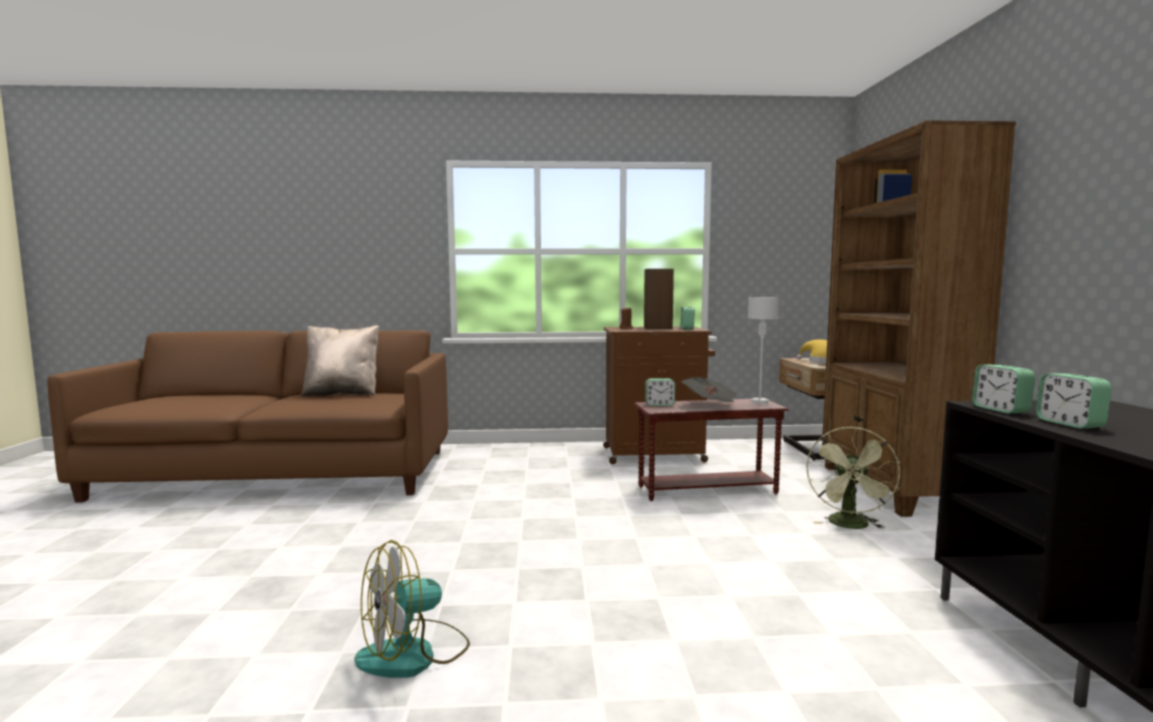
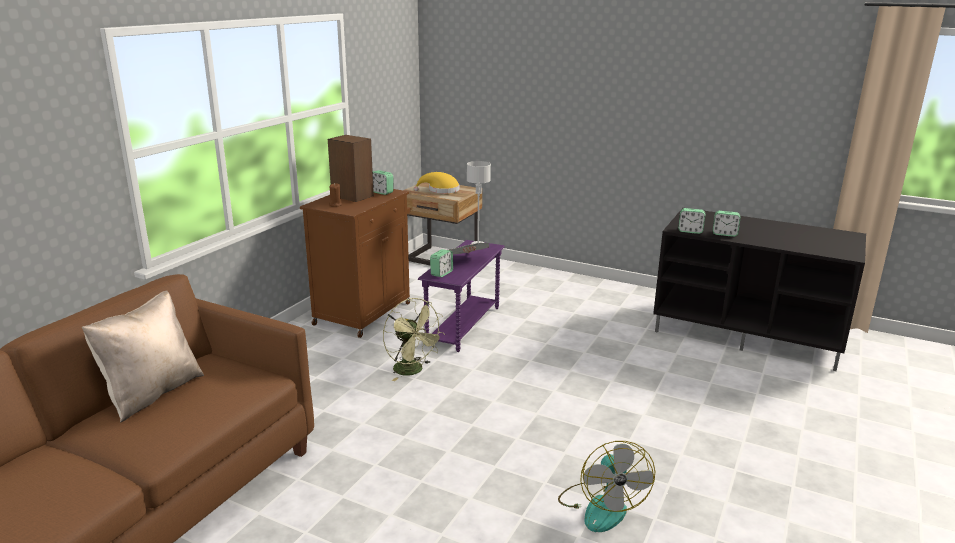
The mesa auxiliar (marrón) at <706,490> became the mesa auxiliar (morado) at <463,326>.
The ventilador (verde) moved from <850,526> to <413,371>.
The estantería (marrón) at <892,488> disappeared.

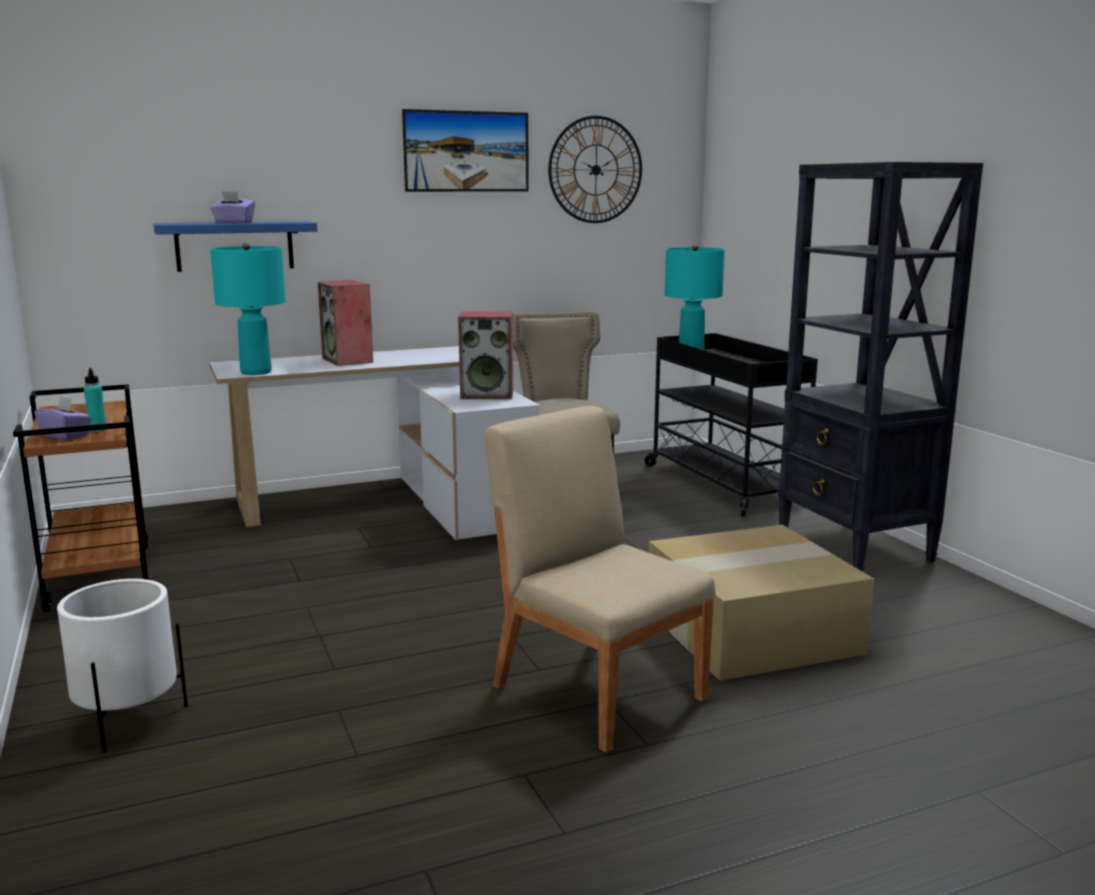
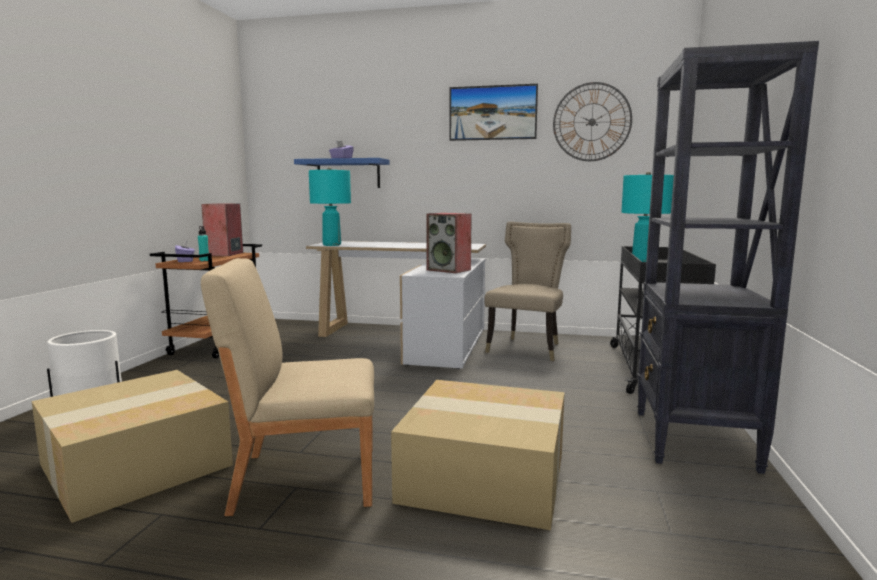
The altavoz moved from <348,360> to <225,254>.
The silla (beis) at <597,690> turned 90 degrees counterclockwise.
The caja de cartón at <134,466> appeared.

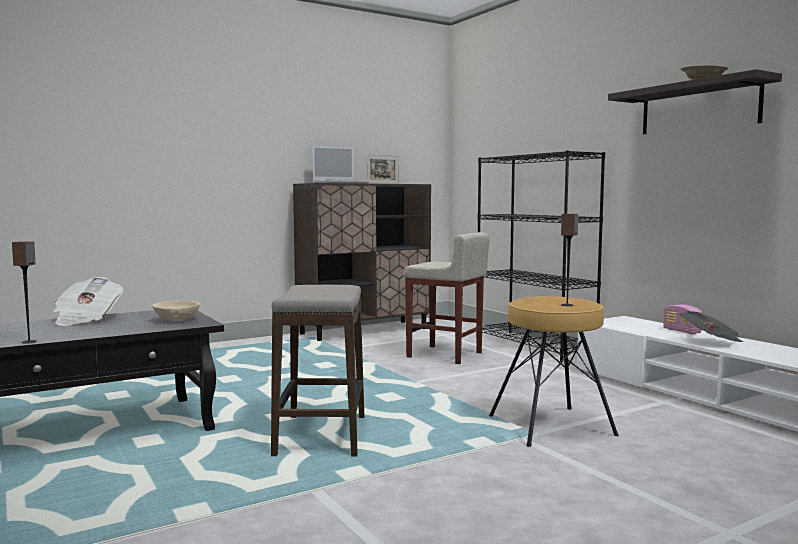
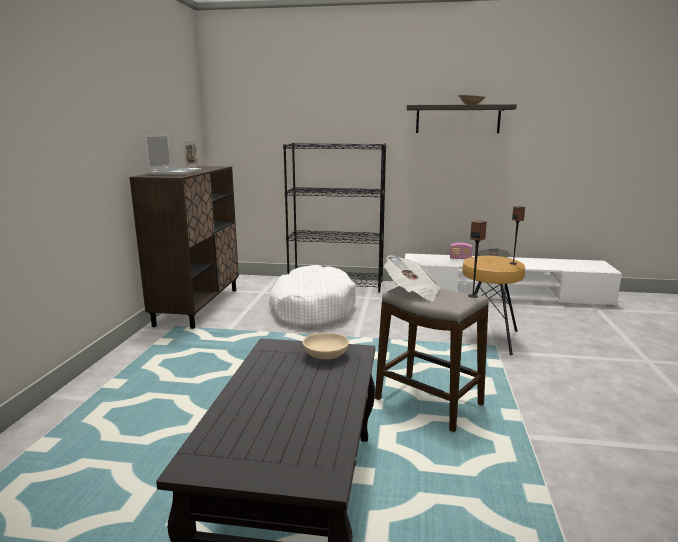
The altavoz moved from <29,342> to <473,296>.
The periódico moved from <86,319> to <412,292>.
The taburete (beis) at <445,355> was replaced by the cama para perro (blanco) at <312,309>.

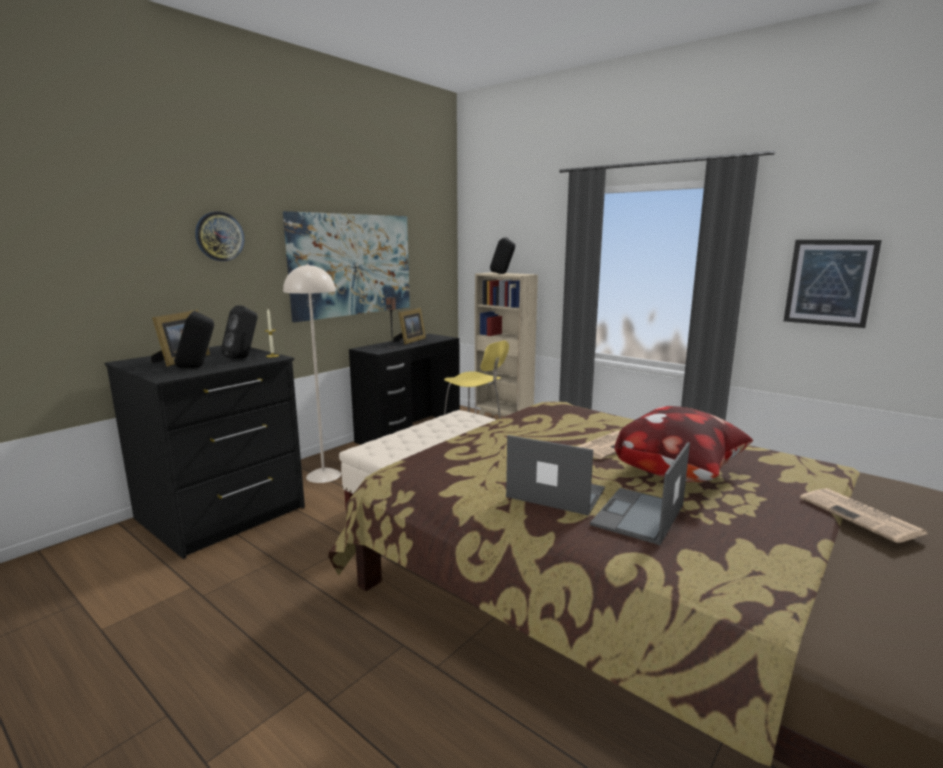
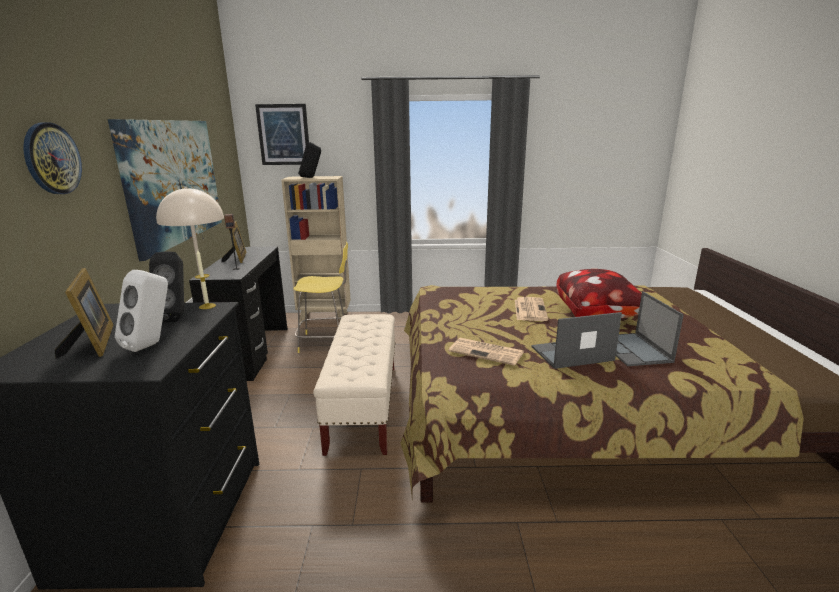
The altavoz (negro) at <197,367> became the altavoz (blanco) at <152,344>.
The cuadro moved from <830,282> to <284,135>.
The periódico moved from <862,516> to <487,352>.

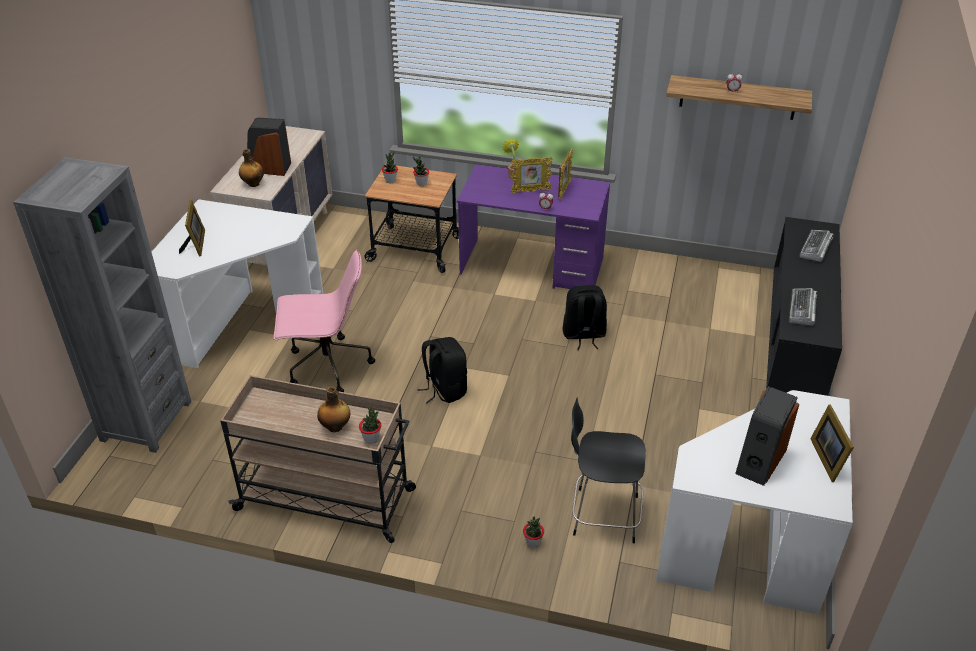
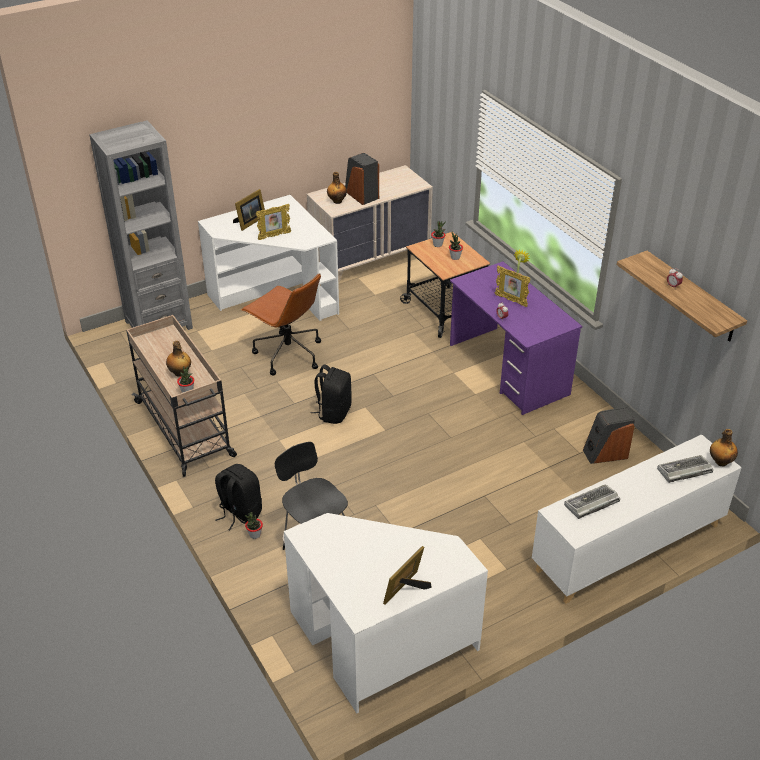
The silla de oficina (rosa) at <327,366> became the silla de oficina (marrón) at <287,354>.
The portarretratos moved from <564,190> to <274,236>.
The mochila (negro) moved from <583,335> to <239,513>.
The altavoz moved from <760,460> to <605,453>.
The armario (negro) at <794,343> became the armario (blanco) at <628,548>.
The botella at <720,462> appeared.

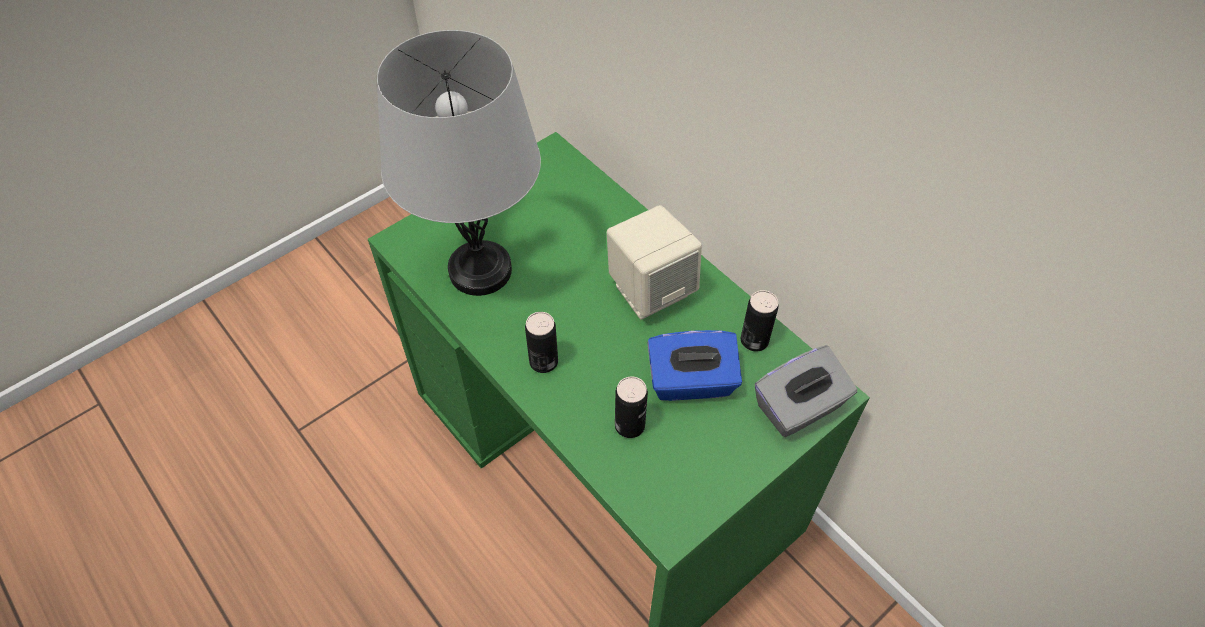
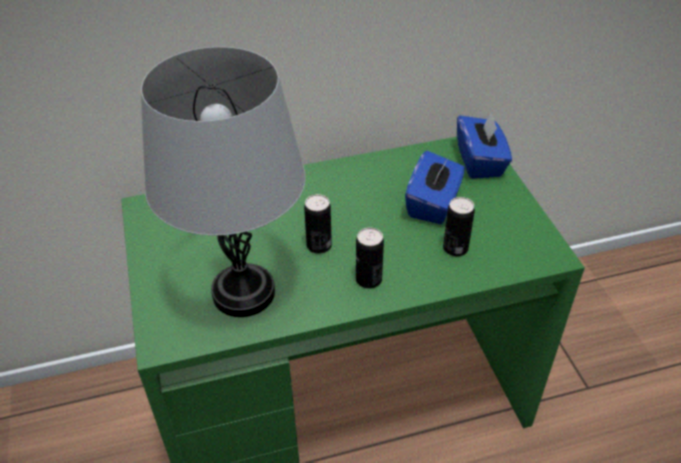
The altavoz (beis) at <651,290> disappeared.
The lata moved from <754,340> to <319,245>.
The caja de pañuelos (gris) at <799,408> became the caja de pañuelos (azul) at <480,162>.

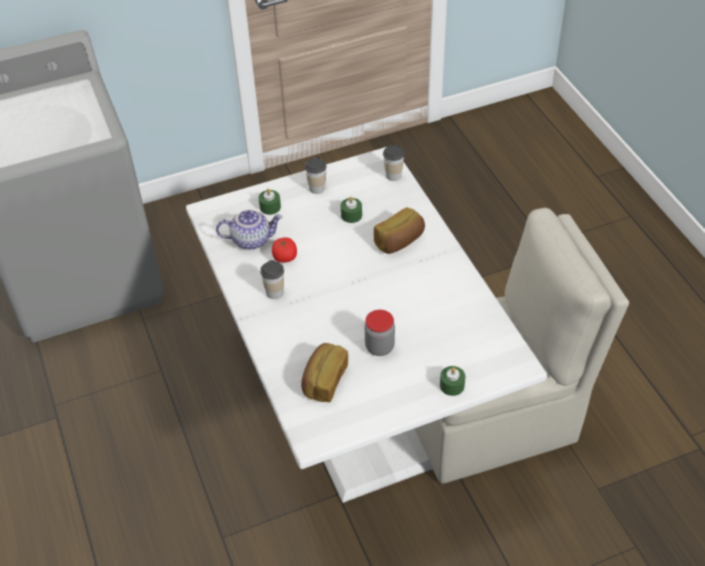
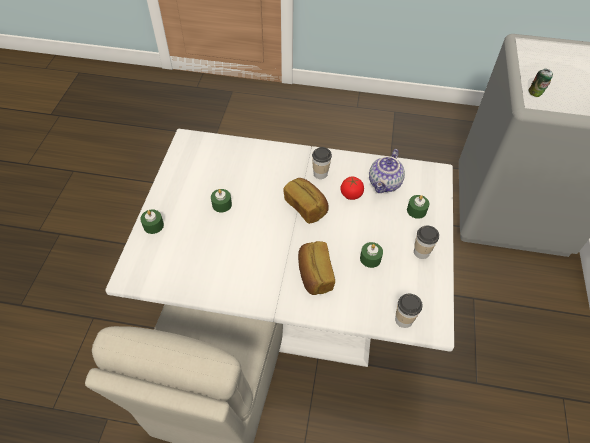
The pan moved from <324,381> to <306,207>.
The tarro at <379,347> was replaced by the vela (verde) at <222,204>.
The lata at <536,93> appeared.

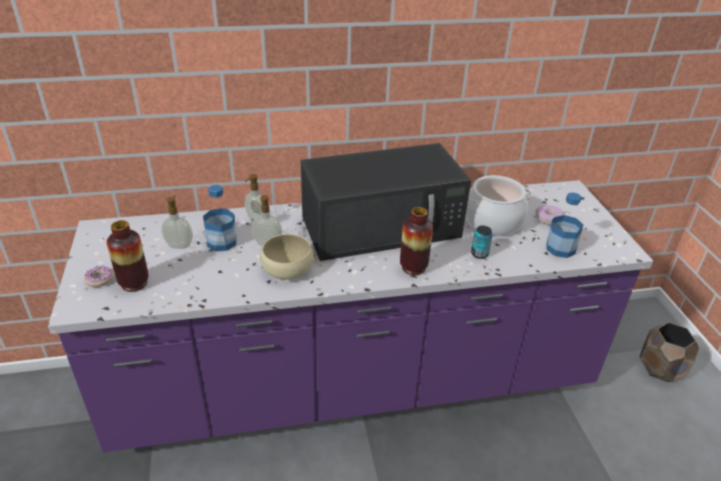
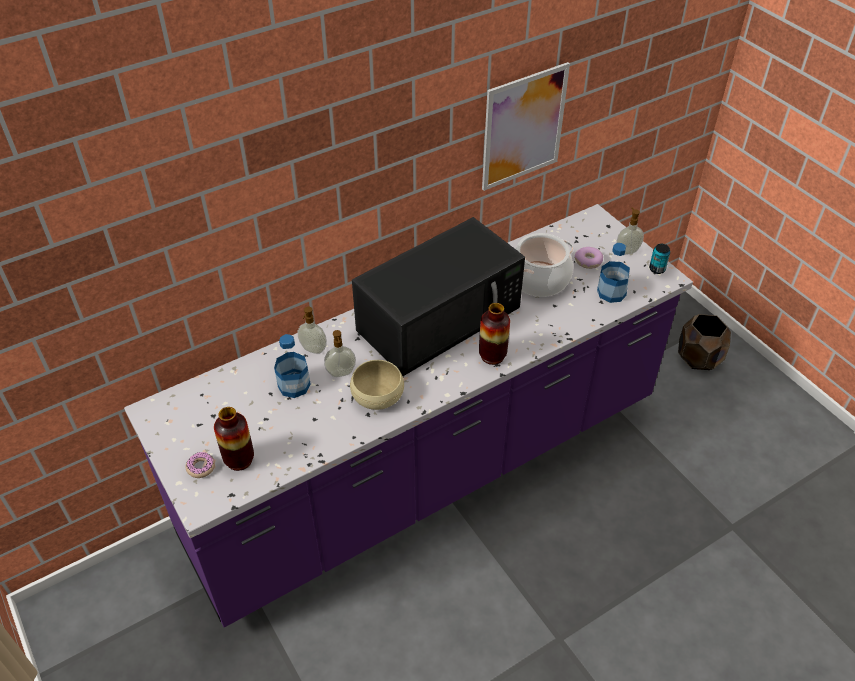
The dispensador de jabón moved from <179,245> to <627,251>.
The lata moved from <479,254> to <657,269>.
The cuadro at <523,127> appeared.

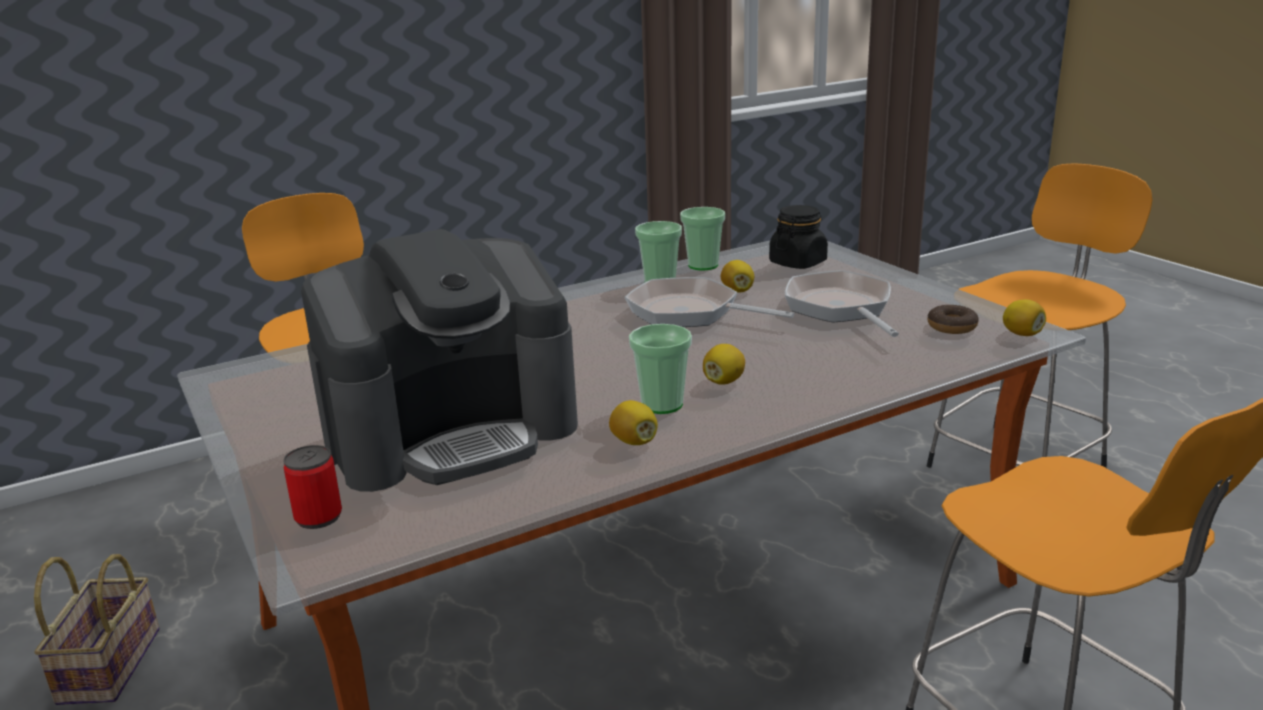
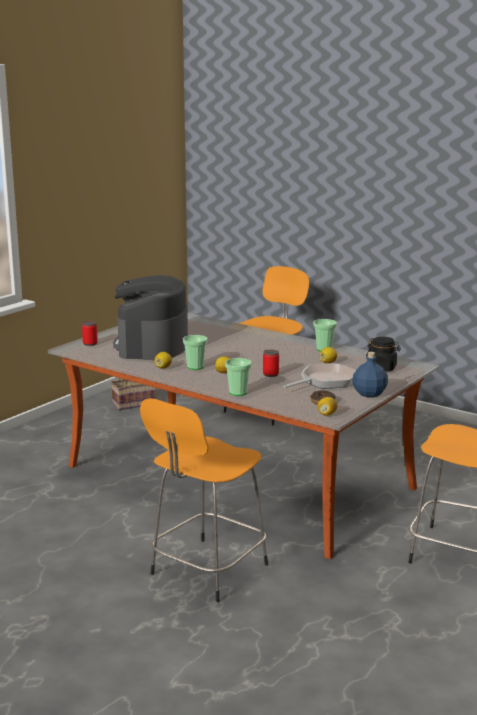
The cafetera at <452,432> turned 60 degrees clockwise.
The sartén at <690,313> disappeared.
The taza moved from <703,265> to <238,392>.
The lata at <270,374> appeared.
The botella (azul) at <370,394> appeared.

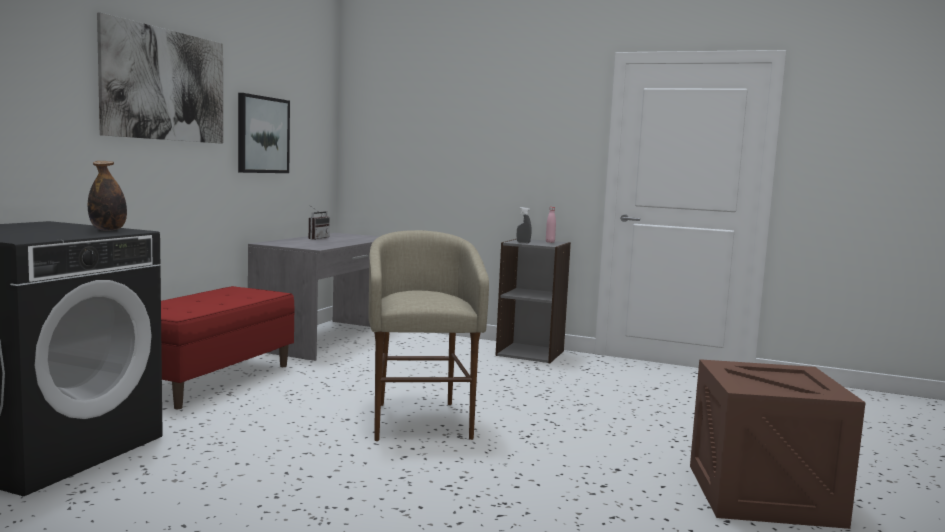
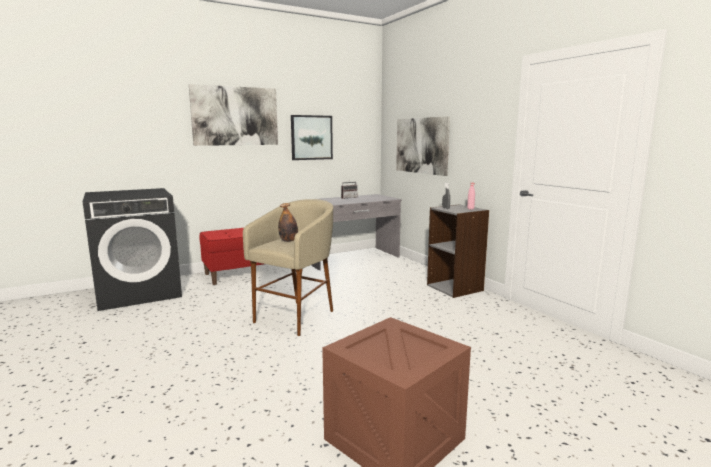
The botella moved from <108,230> to <288,241>.
The cuadro at <421,145> appeared.

